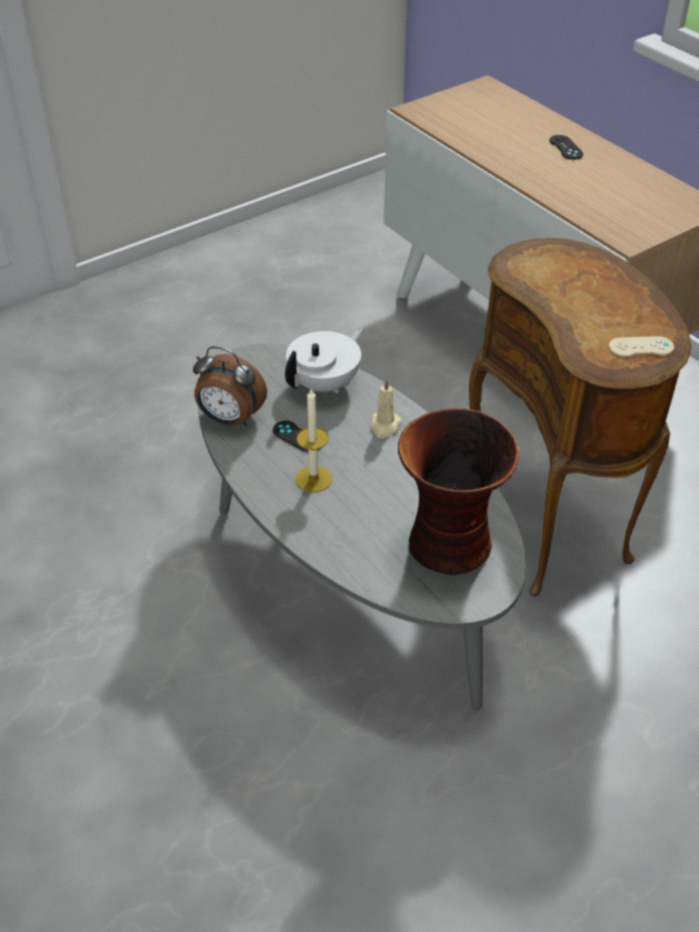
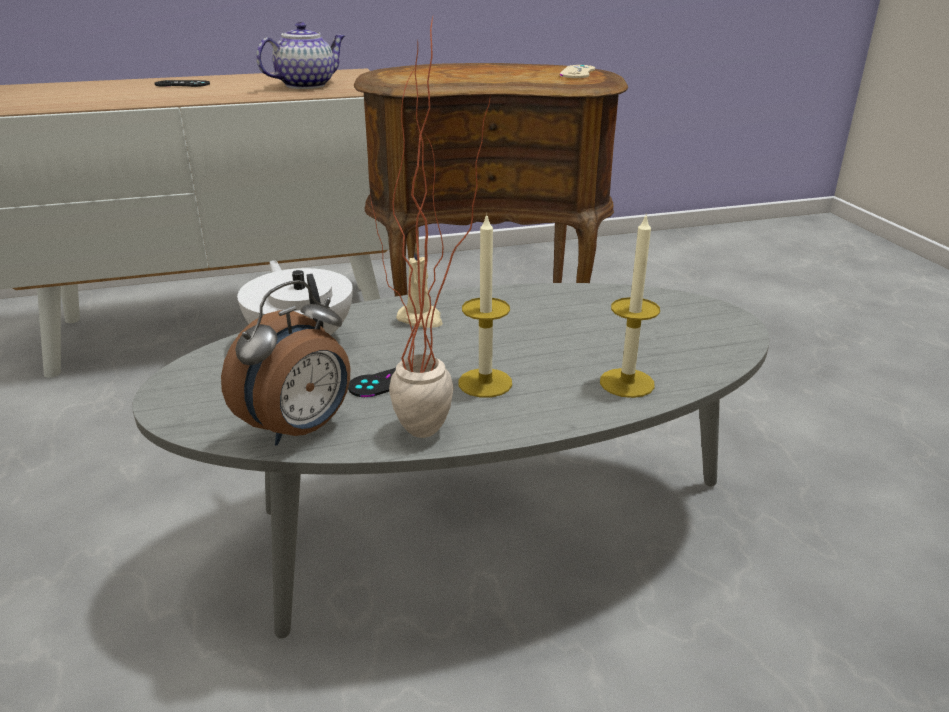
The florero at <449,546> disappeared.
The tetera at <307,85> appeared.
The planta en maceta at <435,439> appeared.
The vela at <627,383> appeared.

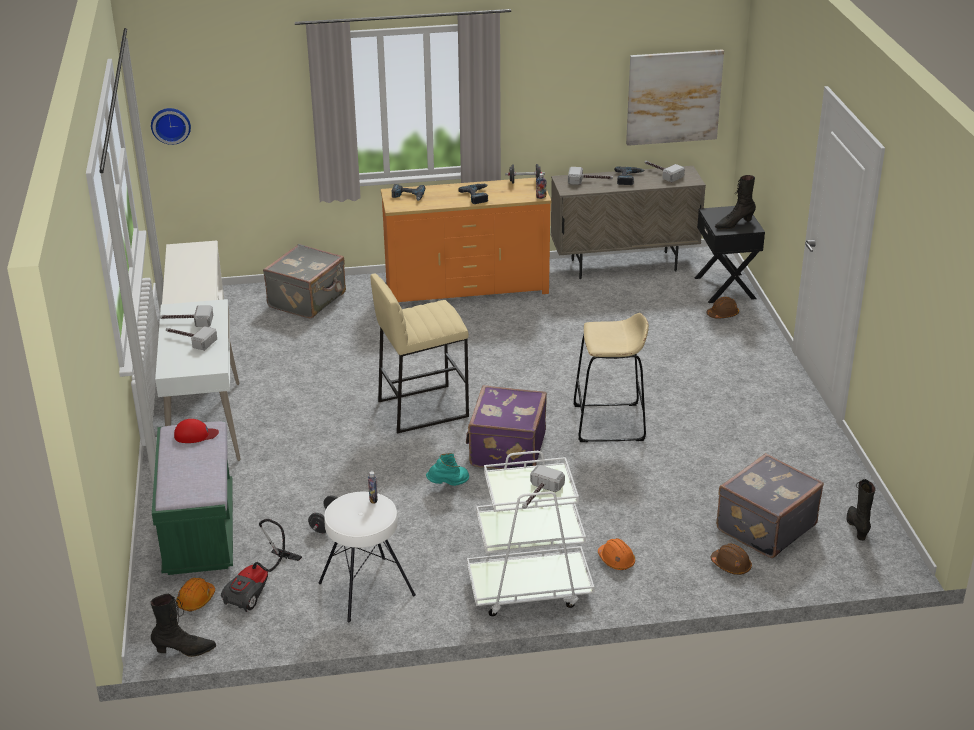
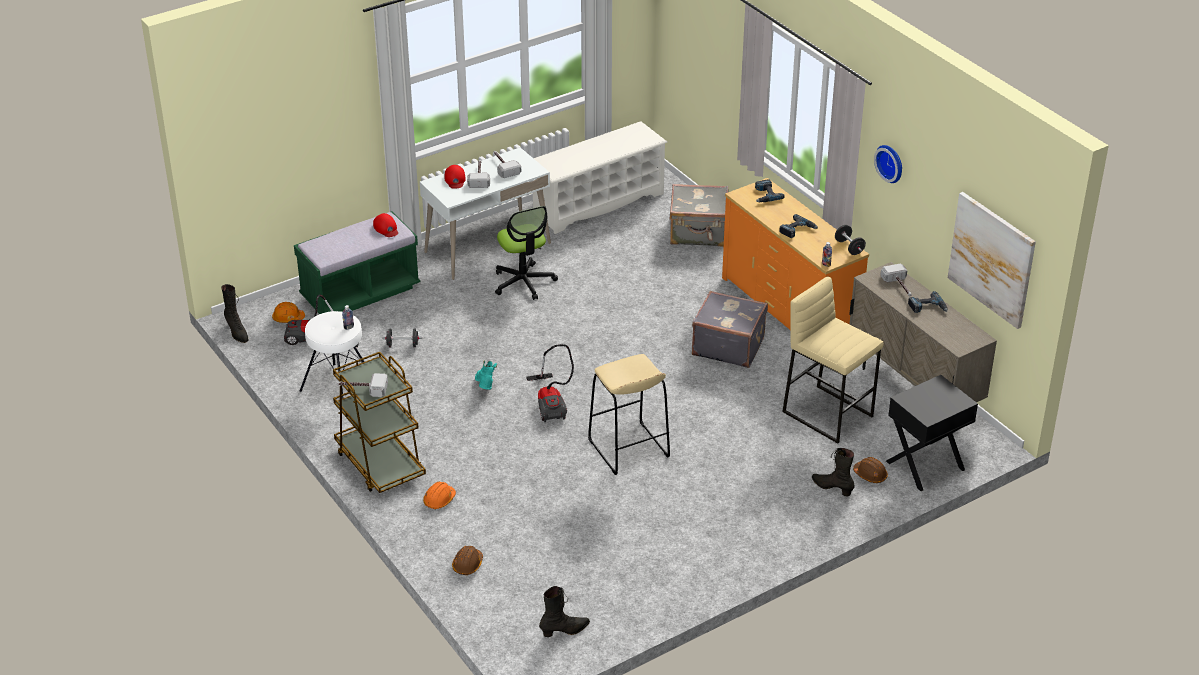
The reloj de pared moved from <170,125> to <891,163>.
The taburete (beis) moved from <423,408> to <828,413>.
The bota (turquesa) at <449,484> turned 135 degrees counterclockwise.
The maleta (morado) at <506,449> was replaced by the aspiradora at <551,403>.
The carrito (blanco) at <529,589> became the carrito (marrón) at <380,464>.
The martillo at <661,173> disappeared.
The bota (negro) moved from <734,224> to <832,488>.
The maleta (gris) moved from <764,527> to <728,346>.
The gorra (rojo) at <455,180> appeared.
The silla de oficina at <524,282> appeared.

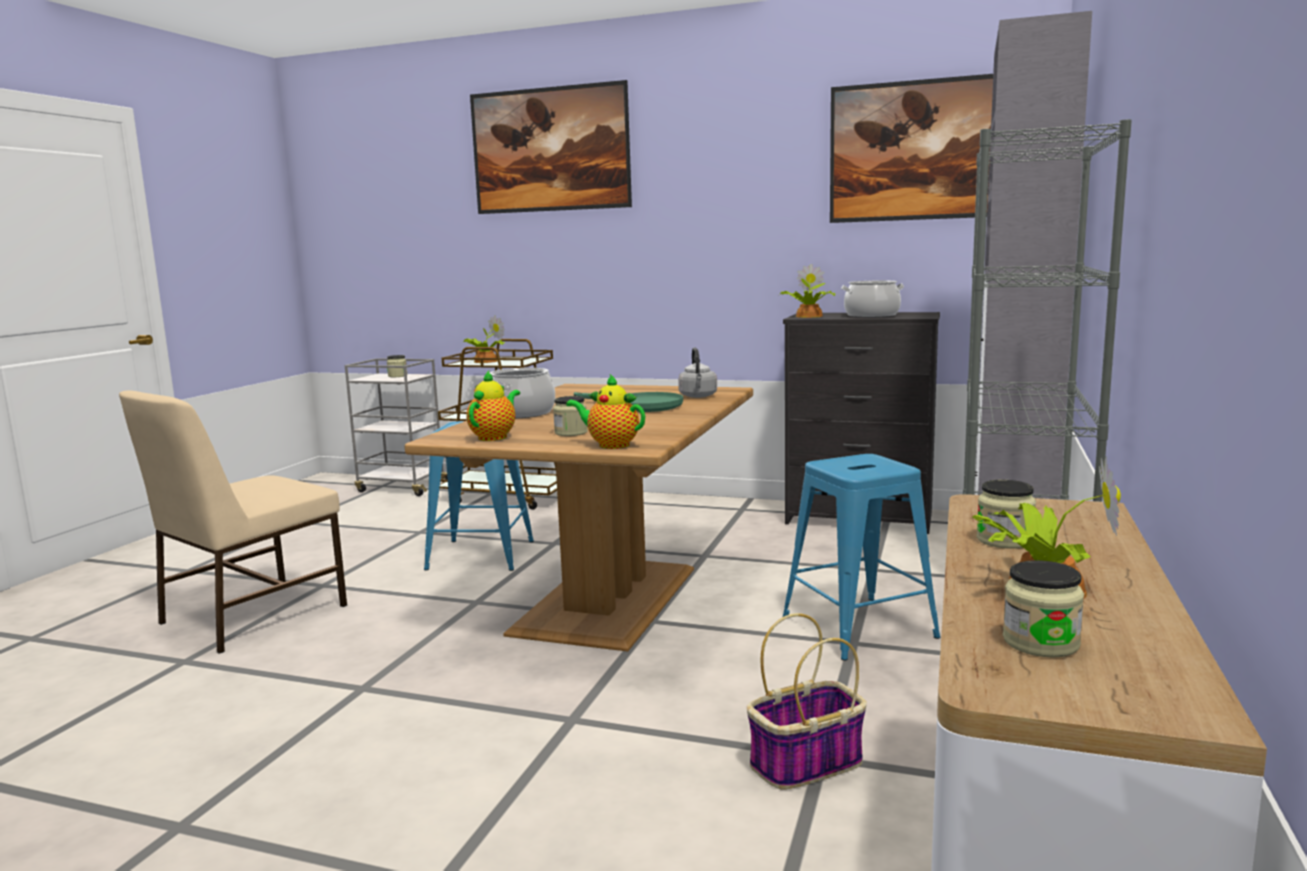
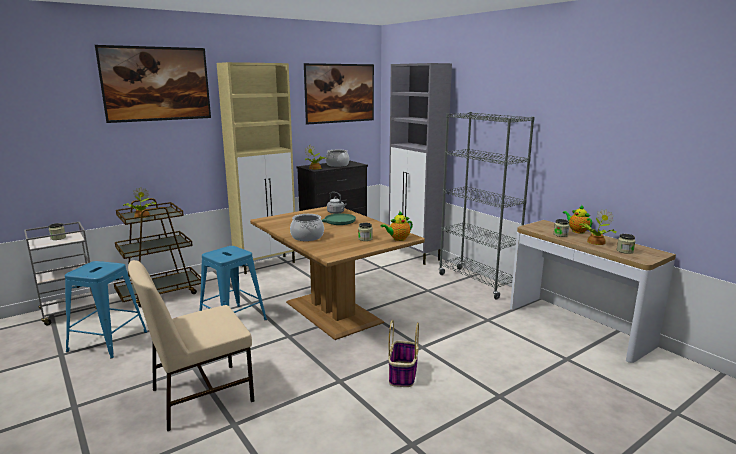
The silla (beis) at <250,615> turned 75 degrees clockwise.
The tetera moved from <494,437> to <577,231>.
The cesta moved from <805,764> to <403,375>.
The taburete (azul) moved from <858,628> to <108,341>.
The armario (beis) at <266,264> appeared.

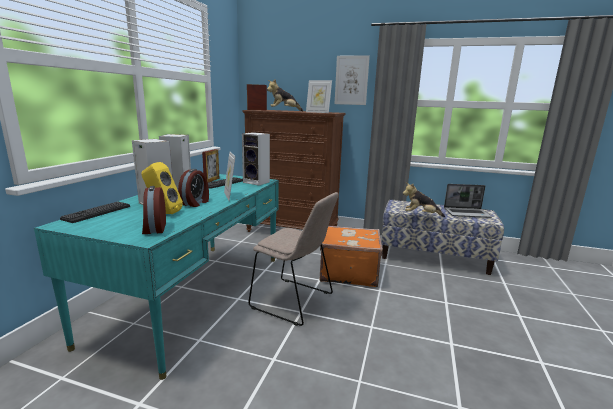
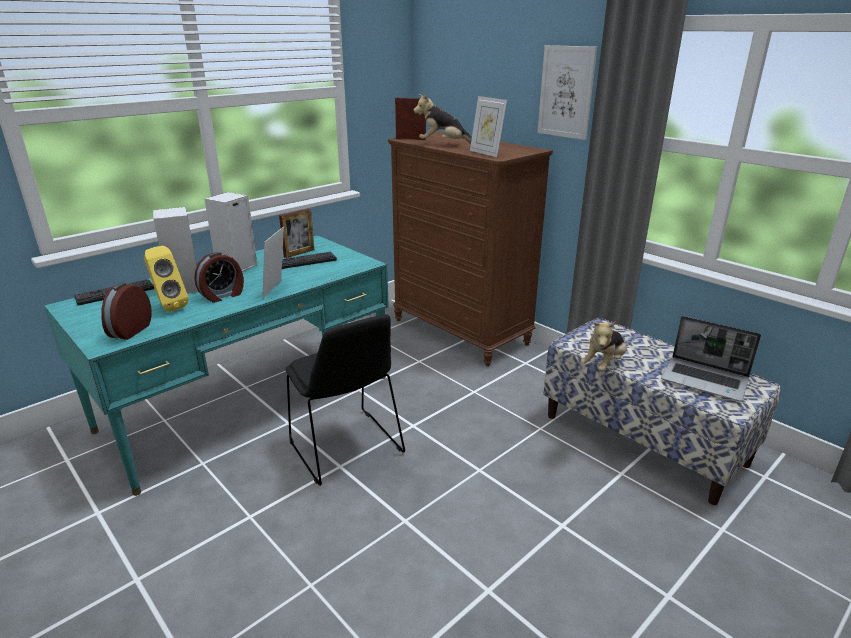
The altavoz at <257,182> disappeared.
The silla (beis) at <294,302> became the silla (negro) at <347,449>.
The maleta (naranja) at <348,272> disappeared.
The peluche at <420,215> turned 90 degrees counterclockwise.

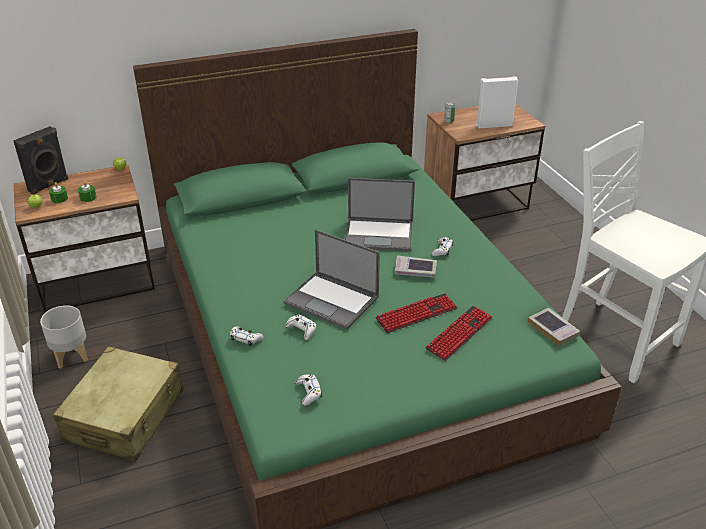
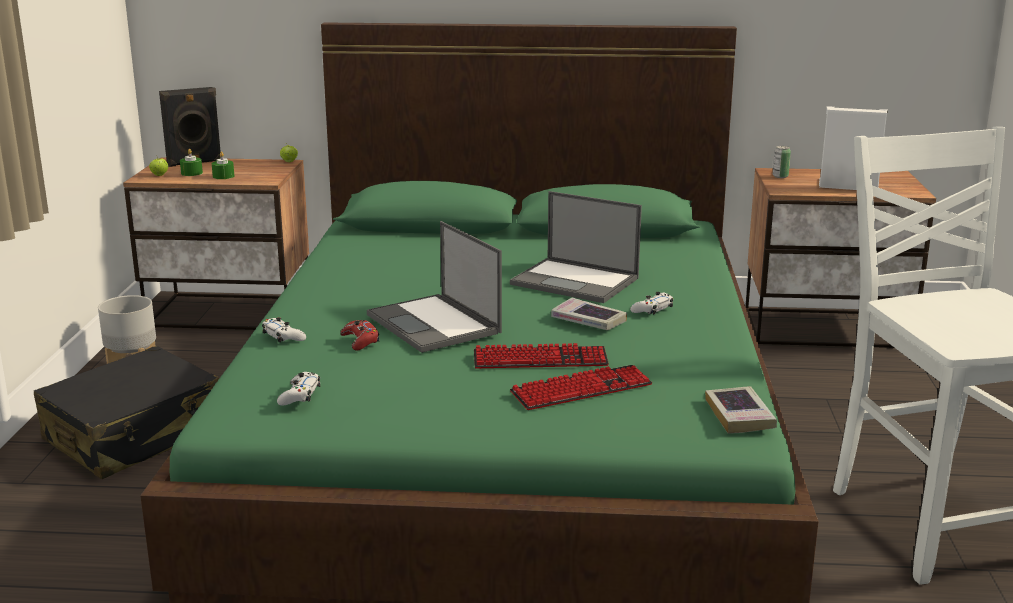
The maleta (beis) at <125,415> became the maleta (negro) at <135,435>.
The mando de consola (blanco) at <301,330> became the mando de consola (rojo) at <360,341>.

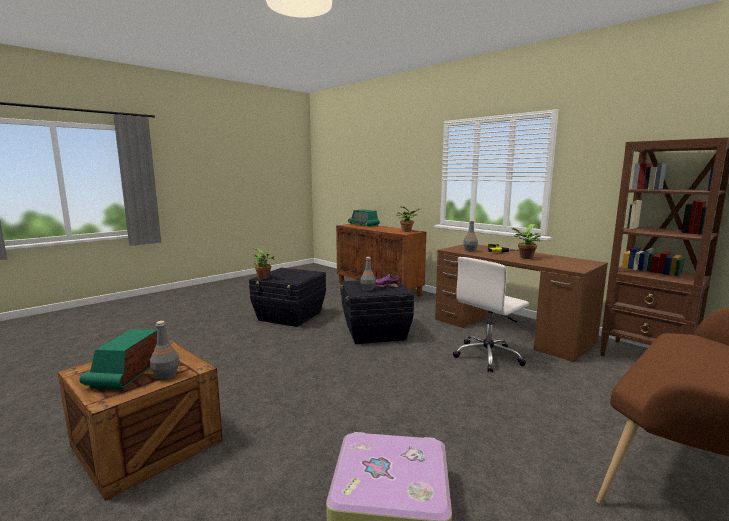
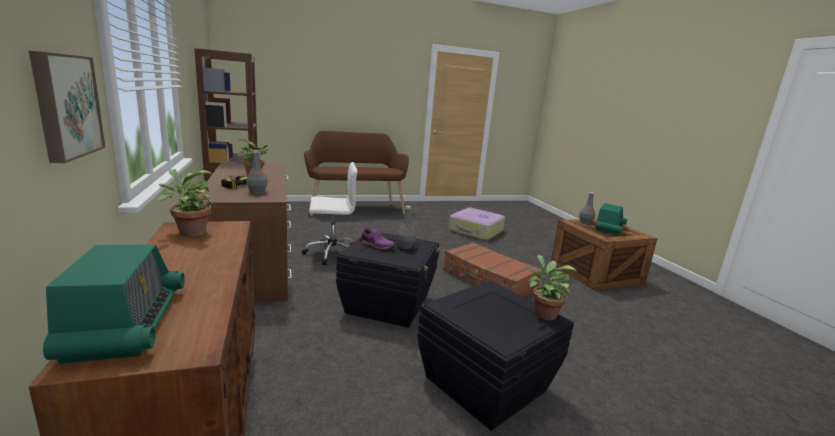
The cuadro at <65,105> appeared.
The maleta (marrón) at <488,280> appeared.

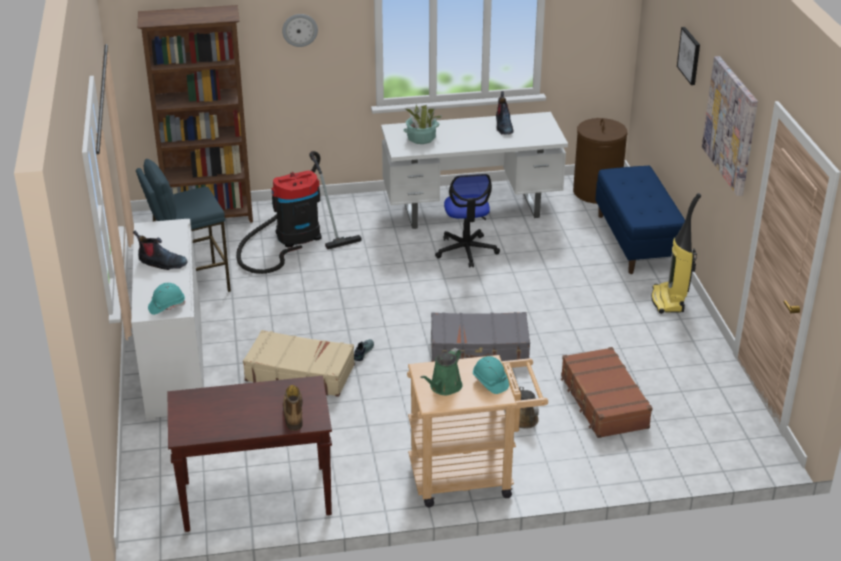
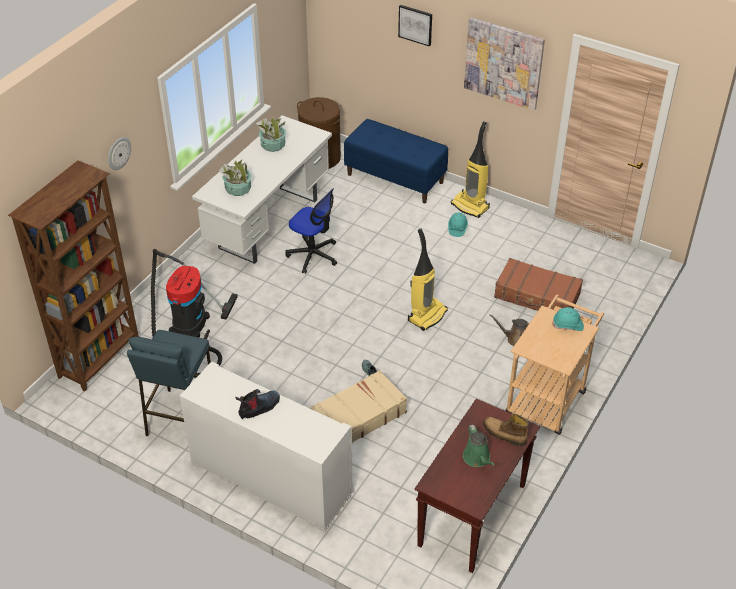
The casco (turquesa) moved from <166,306> to <457,228>.
The regadera (verde) moved from <444,387> to <477,458>.
The maleta (gris) at <479,348> was replaced by the aspiradora at <427,315>.
The bota at <503,126> was replaced by the planta en maceta at <273,145>.

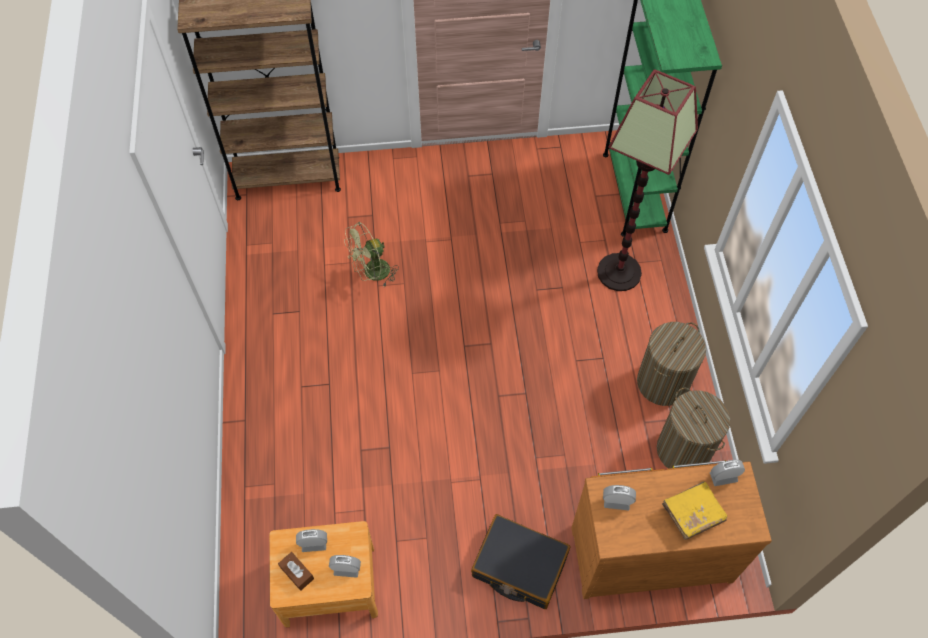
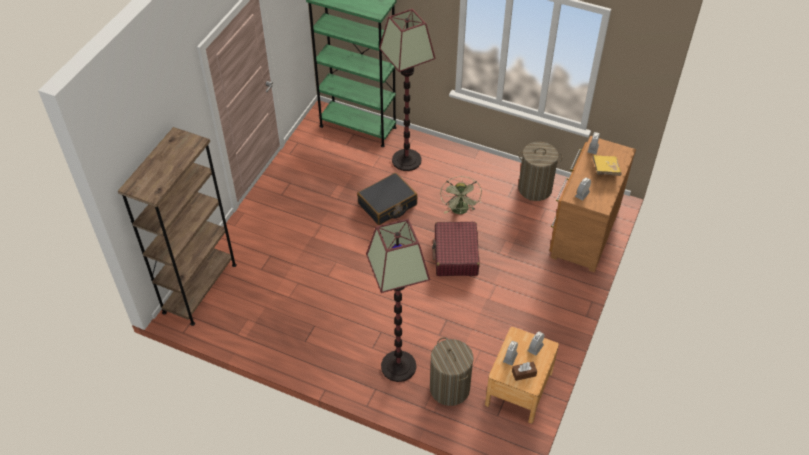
The ventilador (verde) moved from <372,273> to <460,211>.
The maleta (negro) moved from <519,566> to <387,204>.
The cesto de la ropa moved from <663,382> to <449,388>.
The lámpara de pie at <398,366> appeared.
The maleta (rojo) at <455,255> appeared.

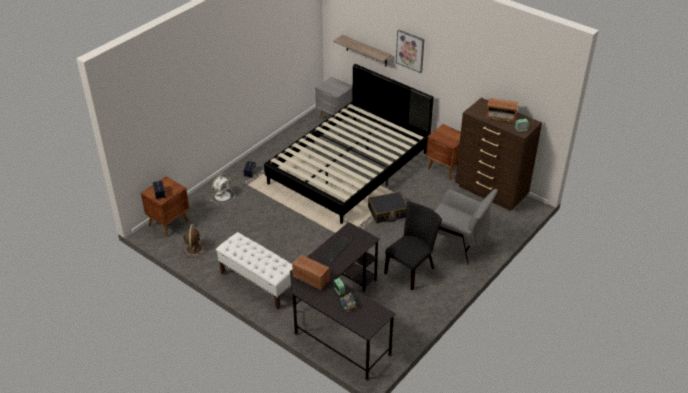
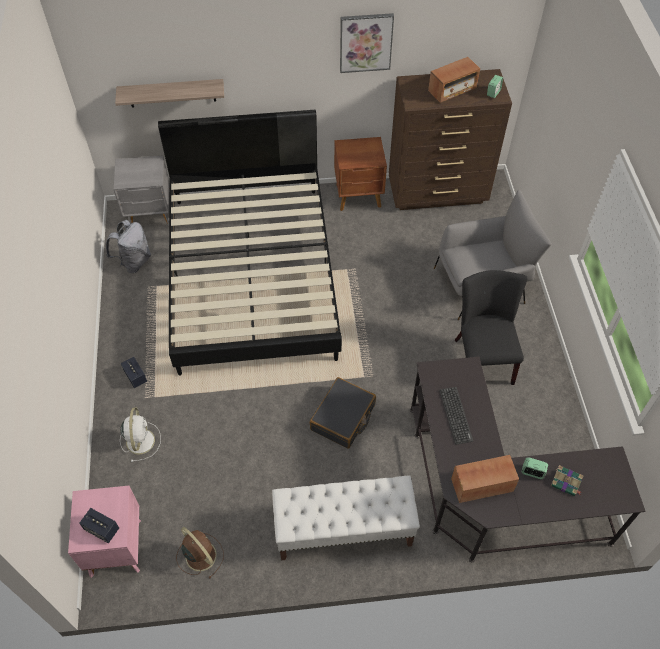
The mesita de noche (marrón) at <169,223> became the mesita de noche (rosa) at <117,546>.
The maleta (negro) moved from <388,212> to <343,417>.
The cuadro moved from <410,50> to <365,42>.
The mochila (gris) at <134,262> appeared.

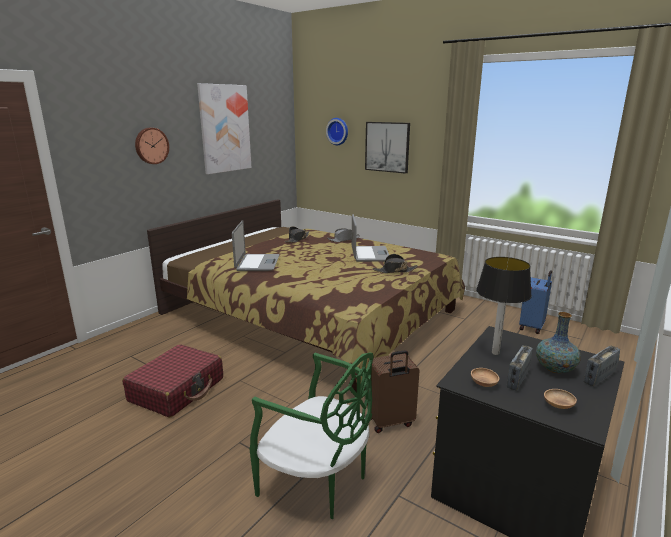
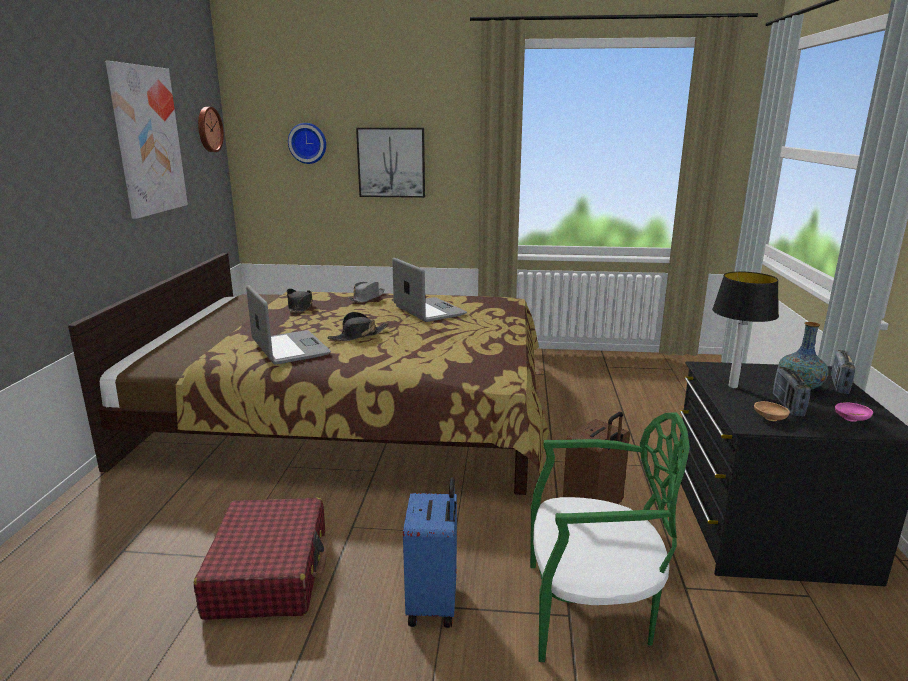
The reloj de pared moved from <151,146> to <208,129>.
The sombrero (negro) moved from <394,271> to <358,335>.
The maleta (azul) moved from <532,327> to <434,604>.
The cuenco (marrón) at <558,406> became the cuenco (rosa) at <851,419>.

